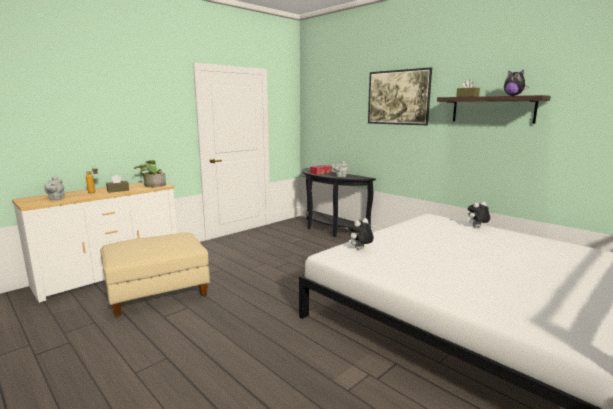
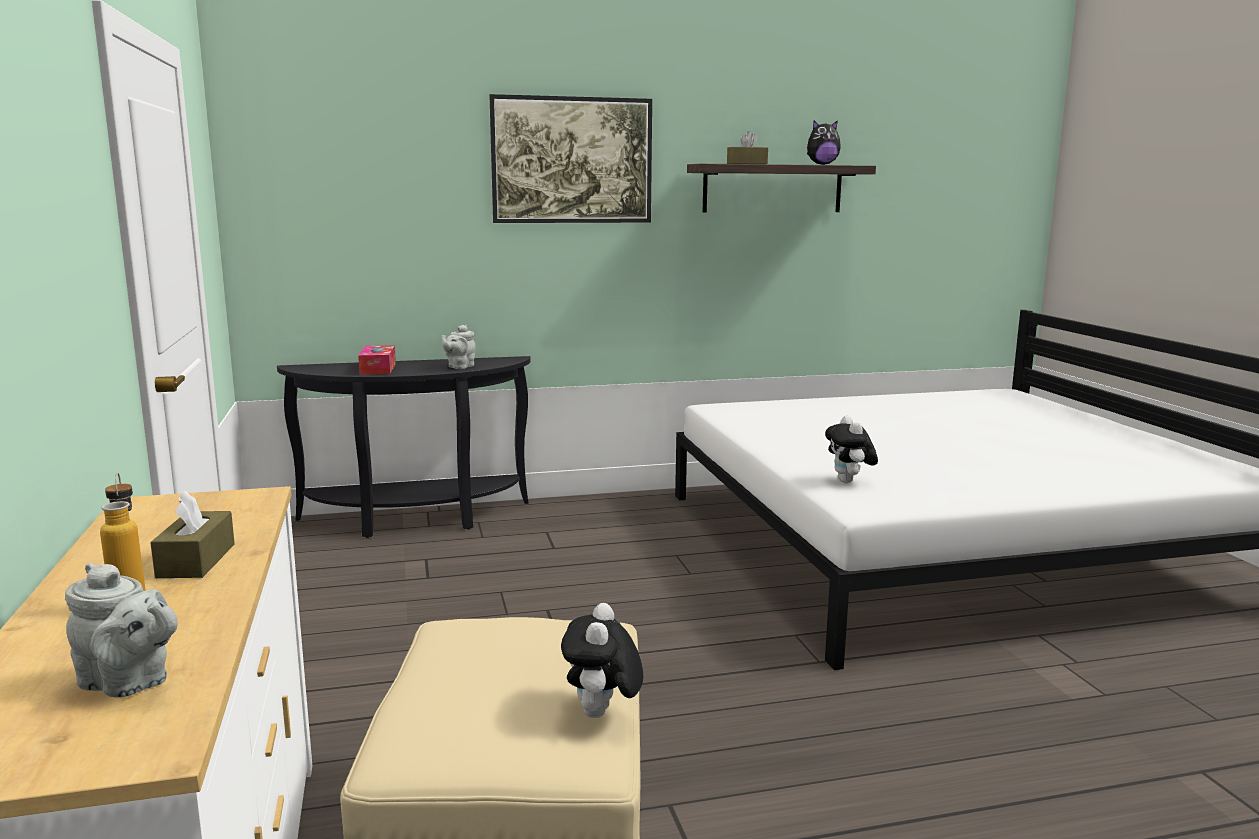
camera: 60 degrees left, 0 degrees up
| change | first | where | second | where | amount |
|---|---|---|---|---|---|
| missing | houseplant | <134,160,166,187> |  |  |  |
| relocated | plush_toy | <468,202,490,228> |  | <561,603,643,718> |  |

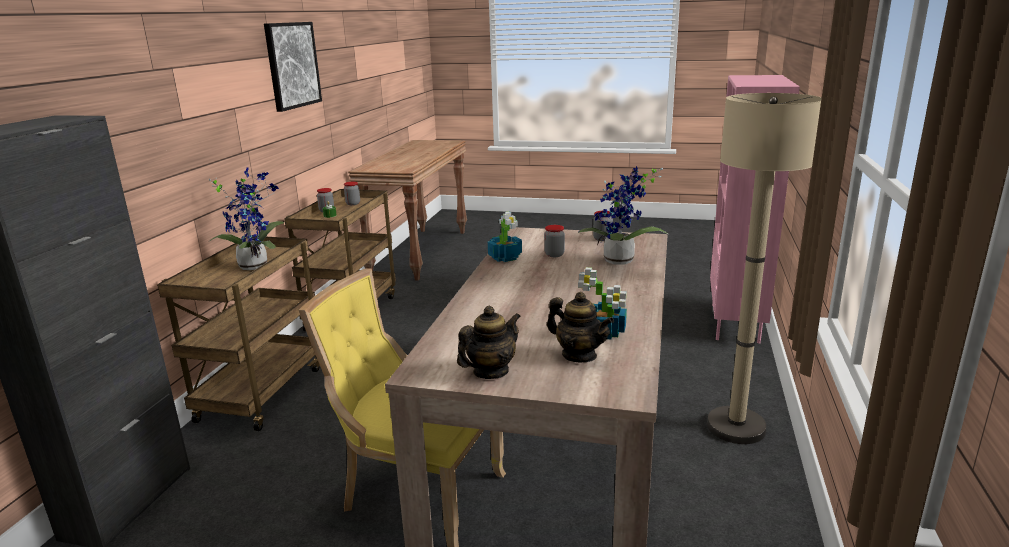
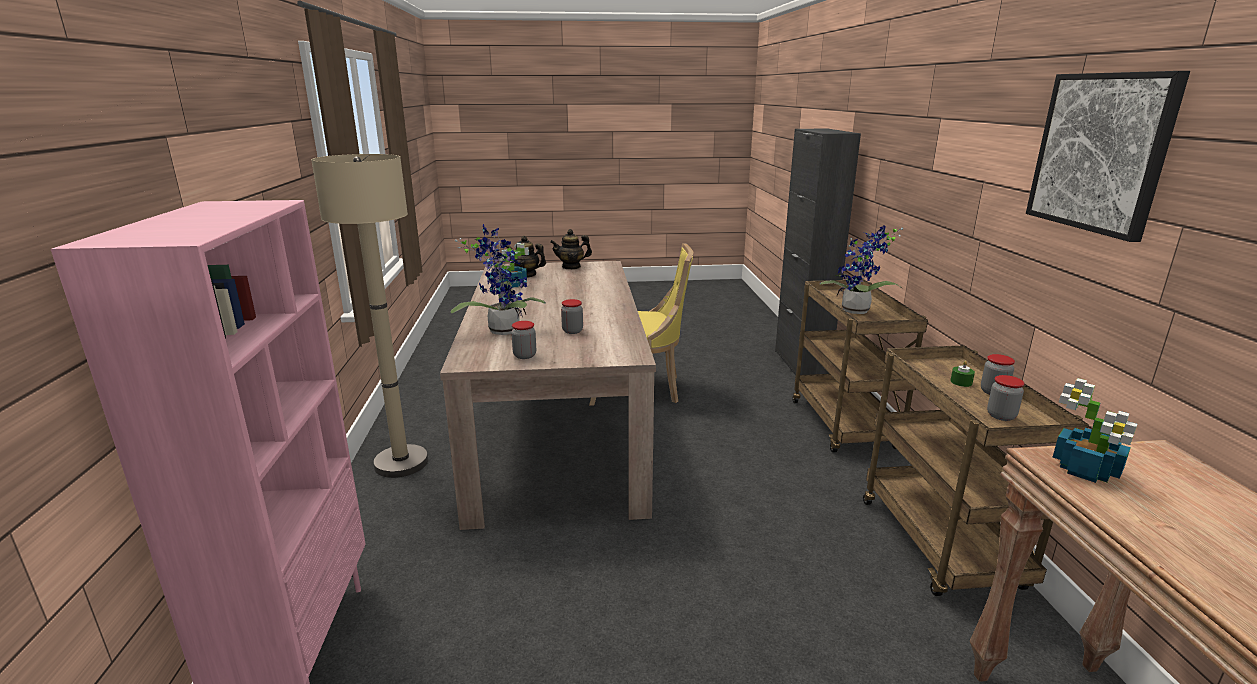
camera: 160 degrees right, 0 degrees up
| change | first | where | second | where | amount |
|---|---|---|---|---|---|
| relocated | houseplant | <488,212,522,262> |  | <1053,378,1137,483> |  |
| spun | teapot | <457,306,521,379> |  | <550,229,592,269> | 45 degrees clockwise |

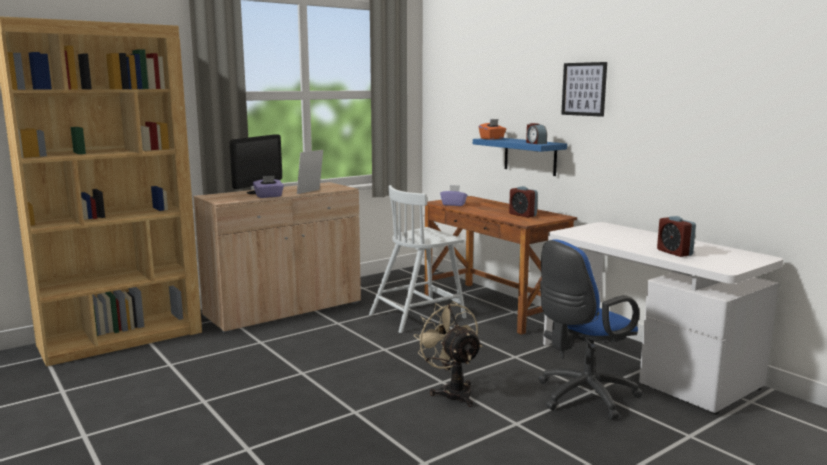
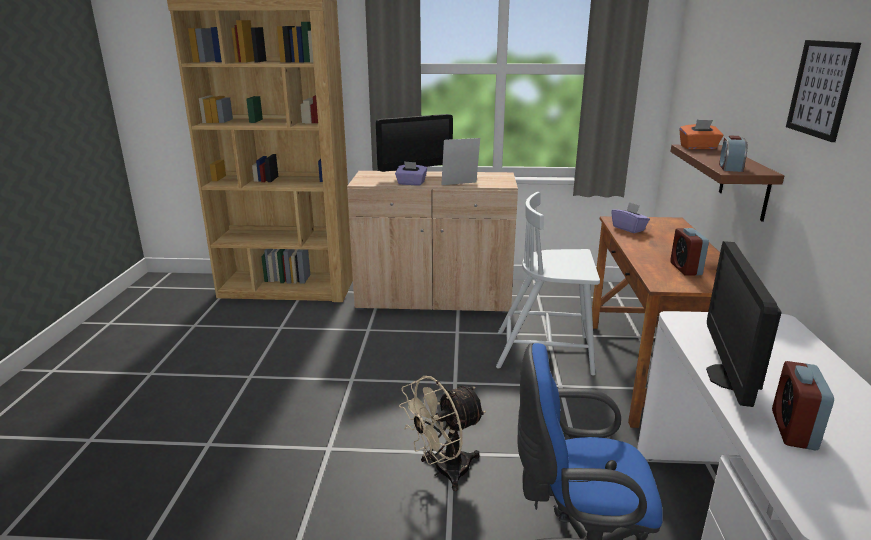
camera: 40 degrees right, 10 degrees up
| change | first | where | second | where | amount |
|---|---|---|---|---|---|
| colour | bluish_wall_shelf | <473,138,567,176> | brown_wall_shelf | <670,145,784,222> |  |
| spun | beige-coloured_cooling_fan | <414,301,482,407> |  | <399,376,486,491> | 135 degrees counterclockwise |
| appeared |  |  | computer_display | <706,241,782,407> |  |

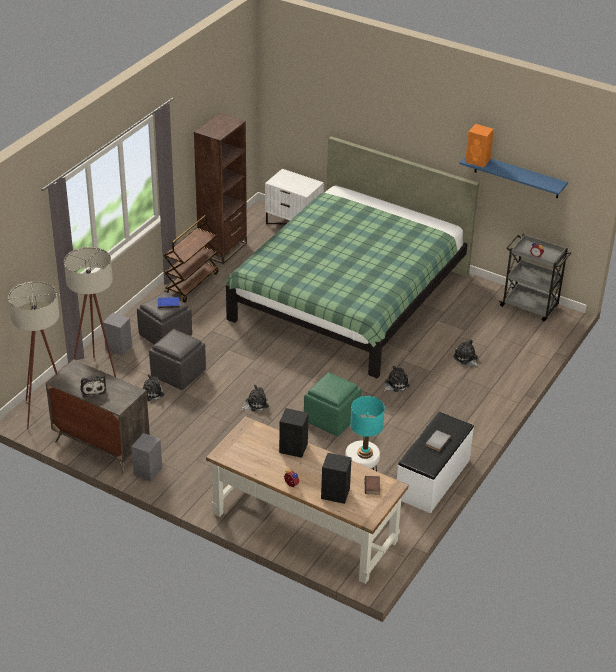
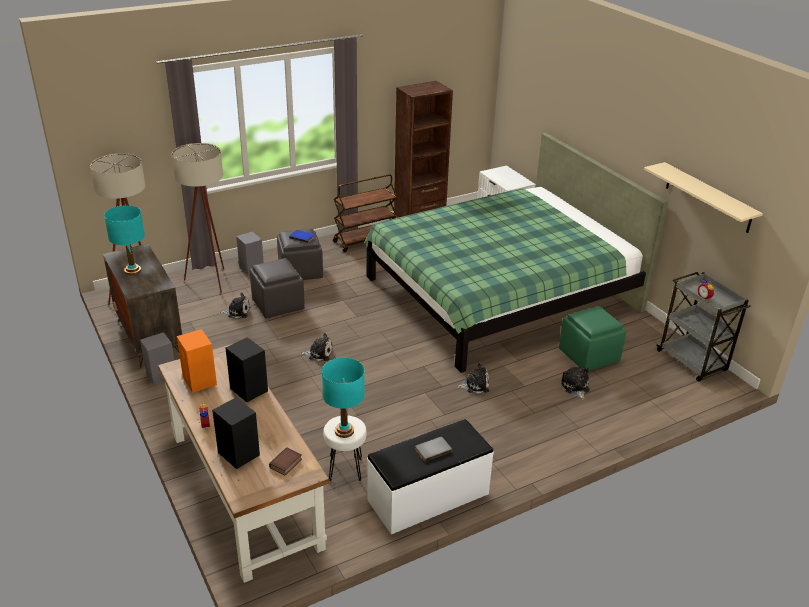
camera: 30 degrees right, 5 degrees down
| change | first | where | second | where | amount |
|---|---|---|---|---|---|
| relocated | orangey_loudspeaker | <465,124,494,168> |  | <177,329,217,393> |  |
| colour | bluish_wall_shelf | <459,156,568,198> | beige-coloured_wall_shelf | <644,162,763,233> |  |
| relocated | greenish_ottoman | <304,372,361,436> |  | <559,306,627,371> |  |
| exchanged | plush_toy | <80,376,106,397> | turquoise_tabletop_lamp | <104,205,145,275> |  |

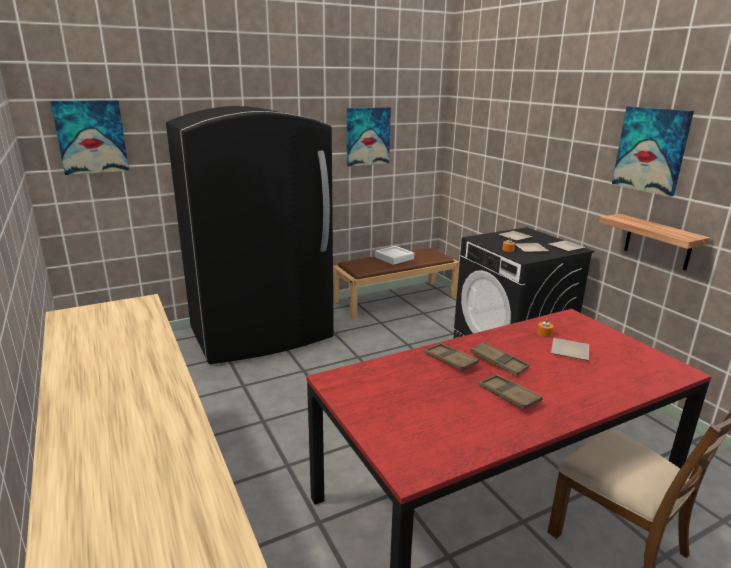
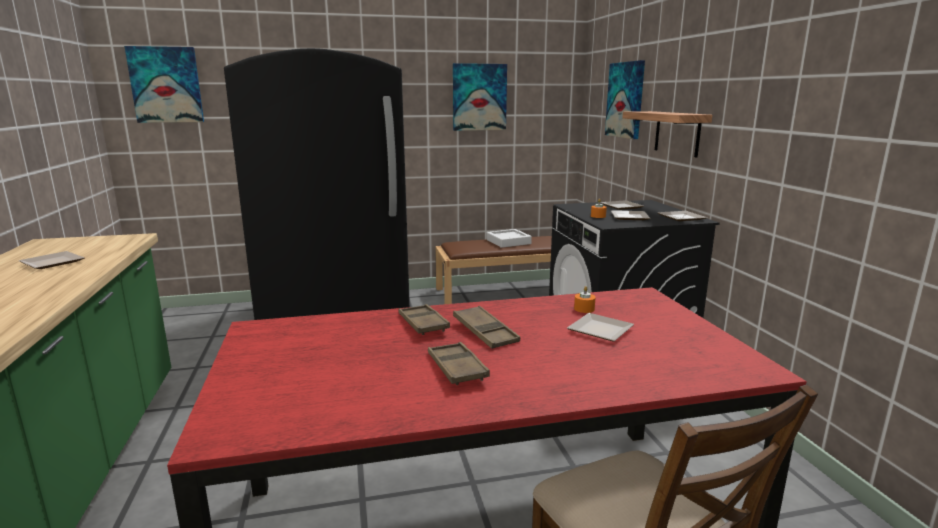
camera: 15 degrees right, 5 degrees down
| change | first | where | second | where | amount |
|---|---|---|---|---|---|
| relocated | wall_art | <612,106,694,196> |  | <605,60,645,139> |  |
| relocated | wall_shelf | <599,214,710,271> |  | <623,111,713,157> |  |
| appeared |  |  | flat_dish | <19,251,85,269> |  |

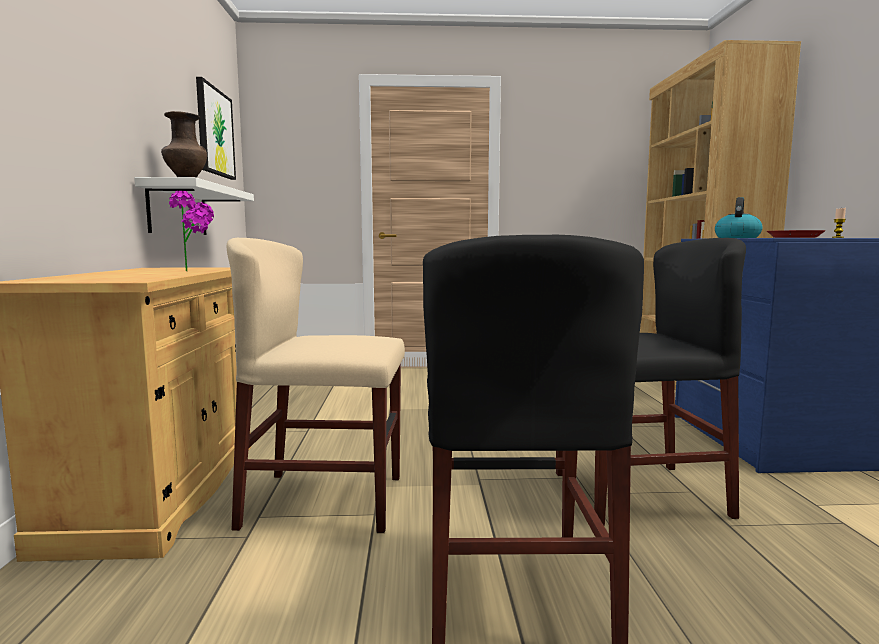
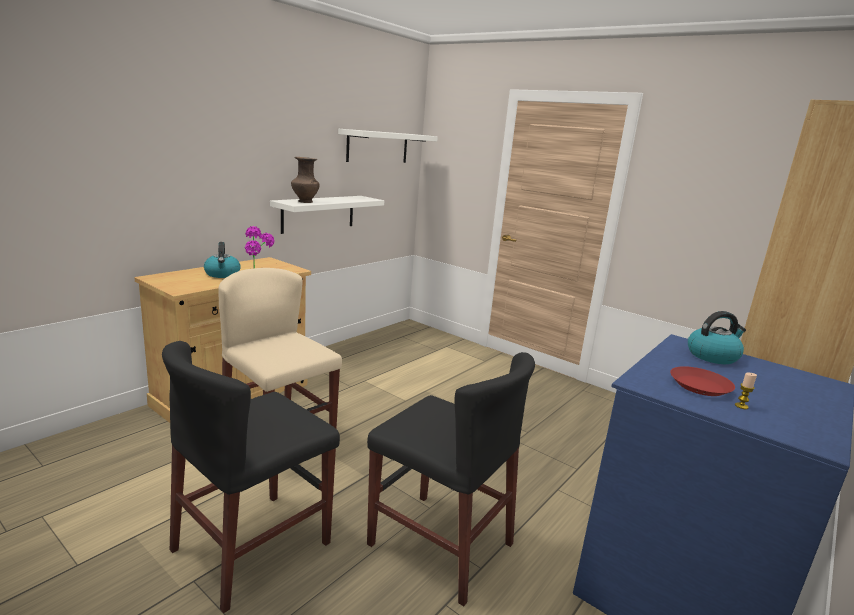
camera: 40 degrees right, 10 degrees up
| change | first | where | second | where | amount |
|---|---|---|---|---|---|
| exchanged | wall_art | <196,77,236,180> | white-coloured_wall_shelf | <338,129,438,163> |  |
| appeared |  |  | water_kettle | <204,242,241,278> |  |

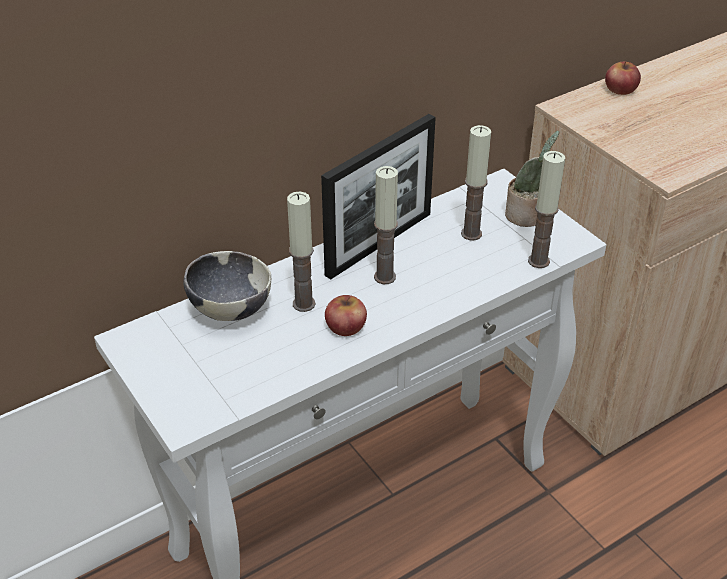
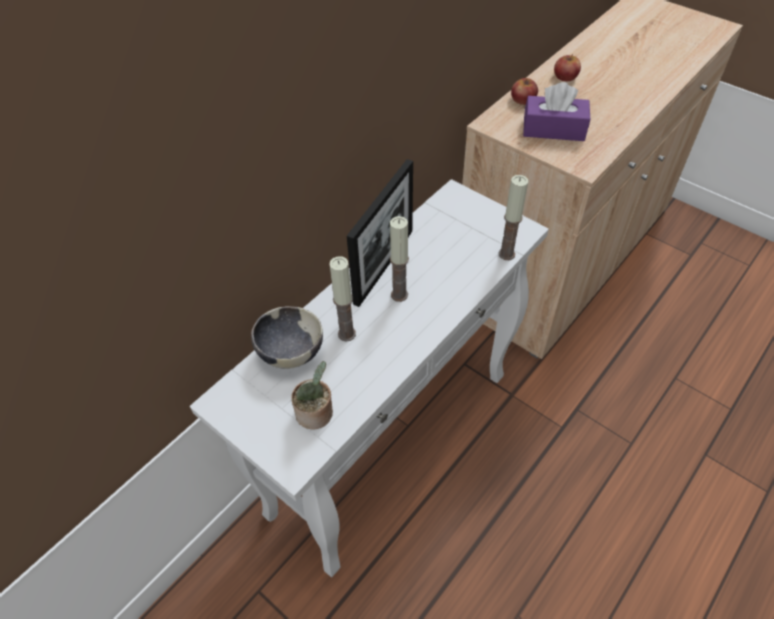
camera: 15 degrees left, 10 degrees up
| change | first | where | second | where | amount |
|---|---|---|---|---|---|
| missing | wax_candle | <461,125,491,241> |  |  |  |
| relocated | houseplant | <505,130,559,227> |  | <291,361,333,430> |  |
| relocated | apple | <325,295,367,336> |  | <554,54,581,81> |  |
| appeared |  |  | purplish_tissue_box | <523,82,590,141> |  |

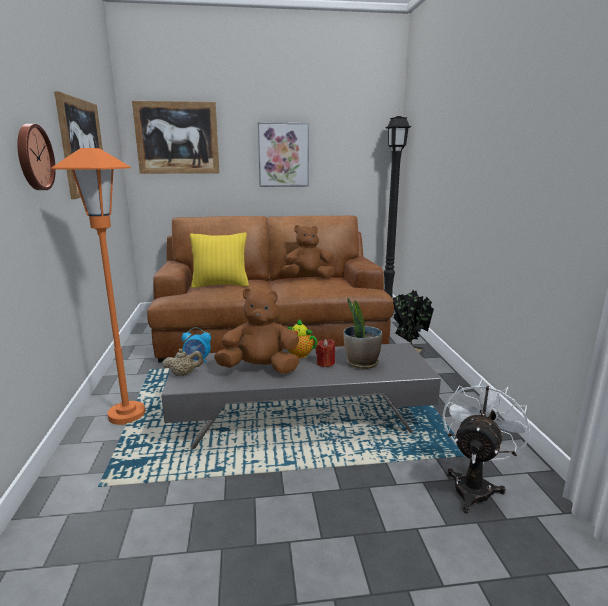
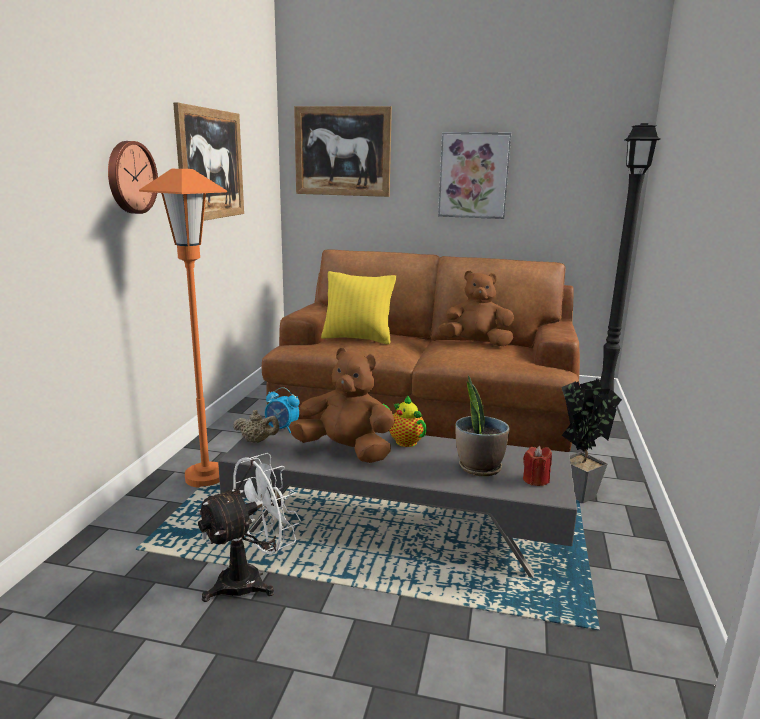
camera: 20 degrees right, 0 degrees up
| change | first | where | second | where | amount |
|---|---|---|---|---|---|
| relocated | red-coloured_wax_candle | <315,339,335,367> |  | <523,446,552,486> |  |
| relocated | white-coloured_cooling_fan | <442,379,530,513> |  | <196,453,301,602> |  |

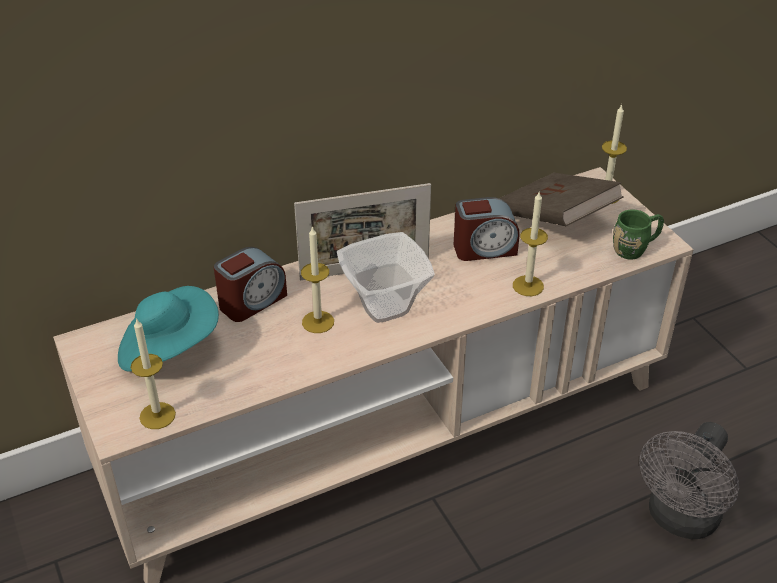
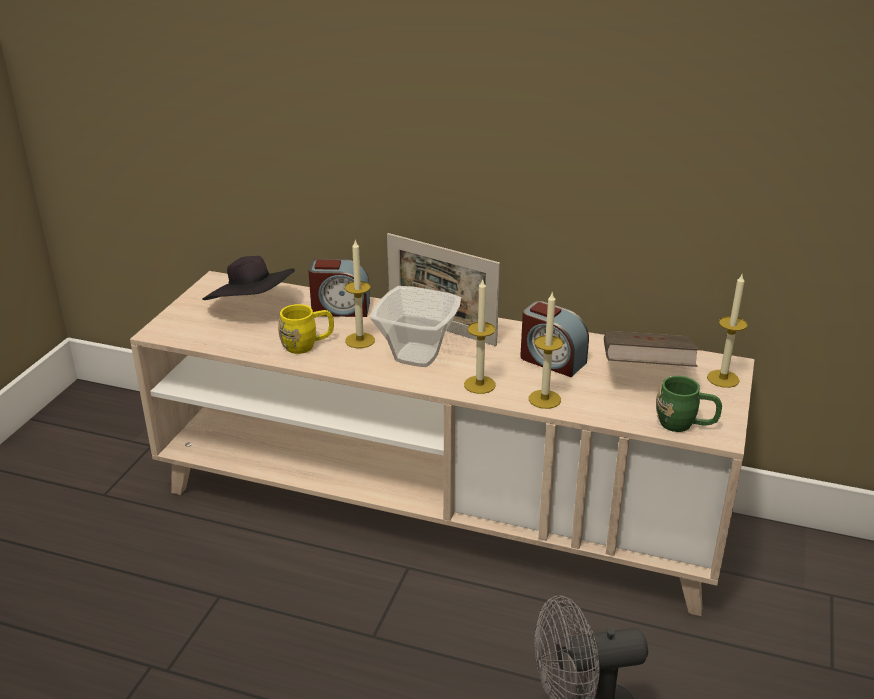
camera: 45 degrees right, 10 degrees down
| change | first | where | second | where | amount |
|---|---|---|---|---|---|
| colour | turquoise_clothing_hat | <118,286,219,371> | black_clothing_hat | <202,256,295,300> |  |
| relocated | wax_candle | <131,318,176,429> |  | <464,278,496,394> |  |
| appeared |  |  | yellow_coffee_mug | <278,304,334,354> |  |

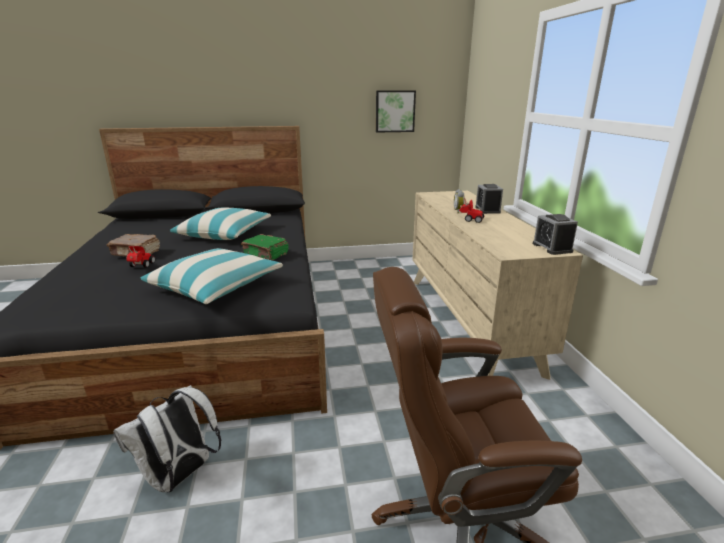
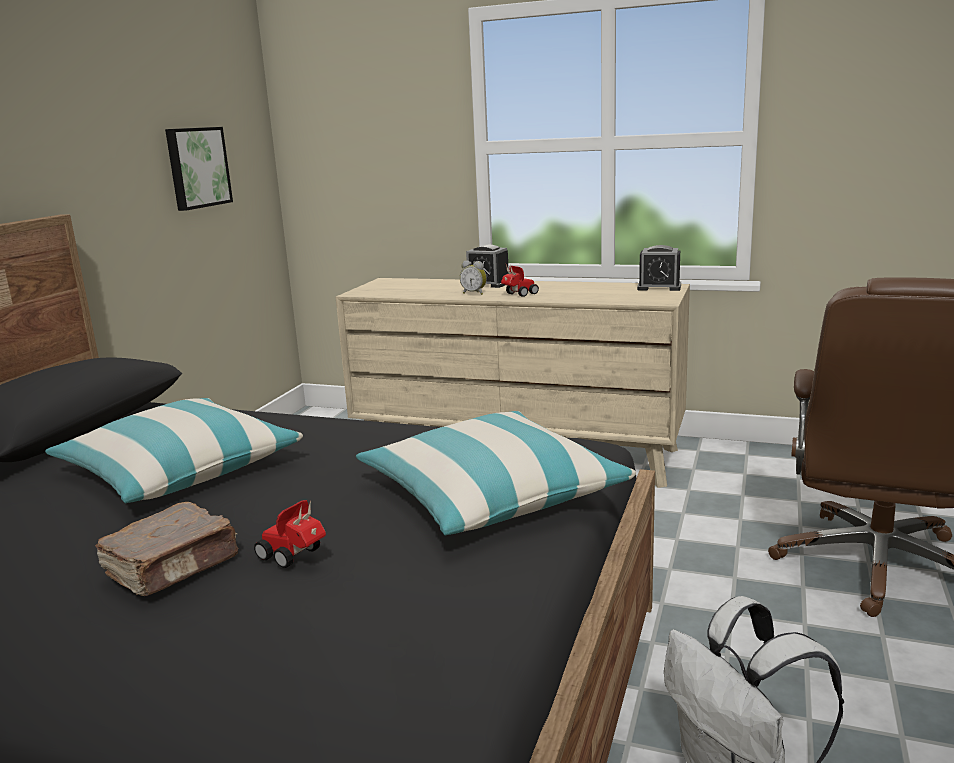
camera: 60 degrees left, 5 degrees down
| change | first | where | second | where | amount |
|---|---|---|---|---|---|
| missing | greenish_volume | <241,234,289,261> |  |  |  |

